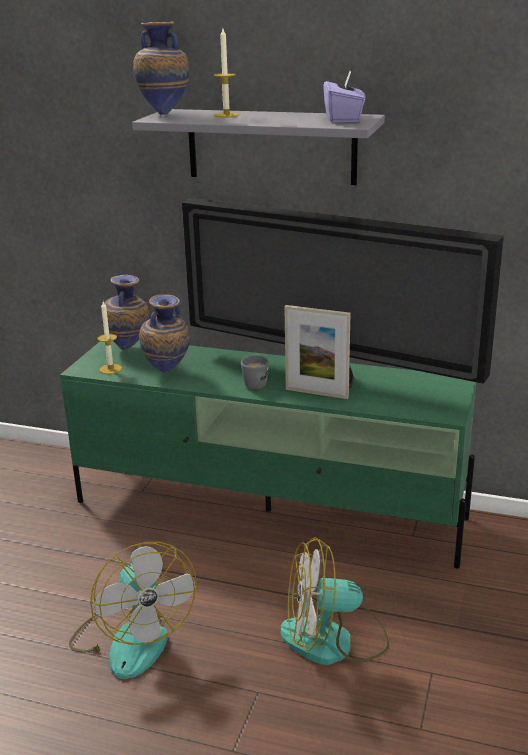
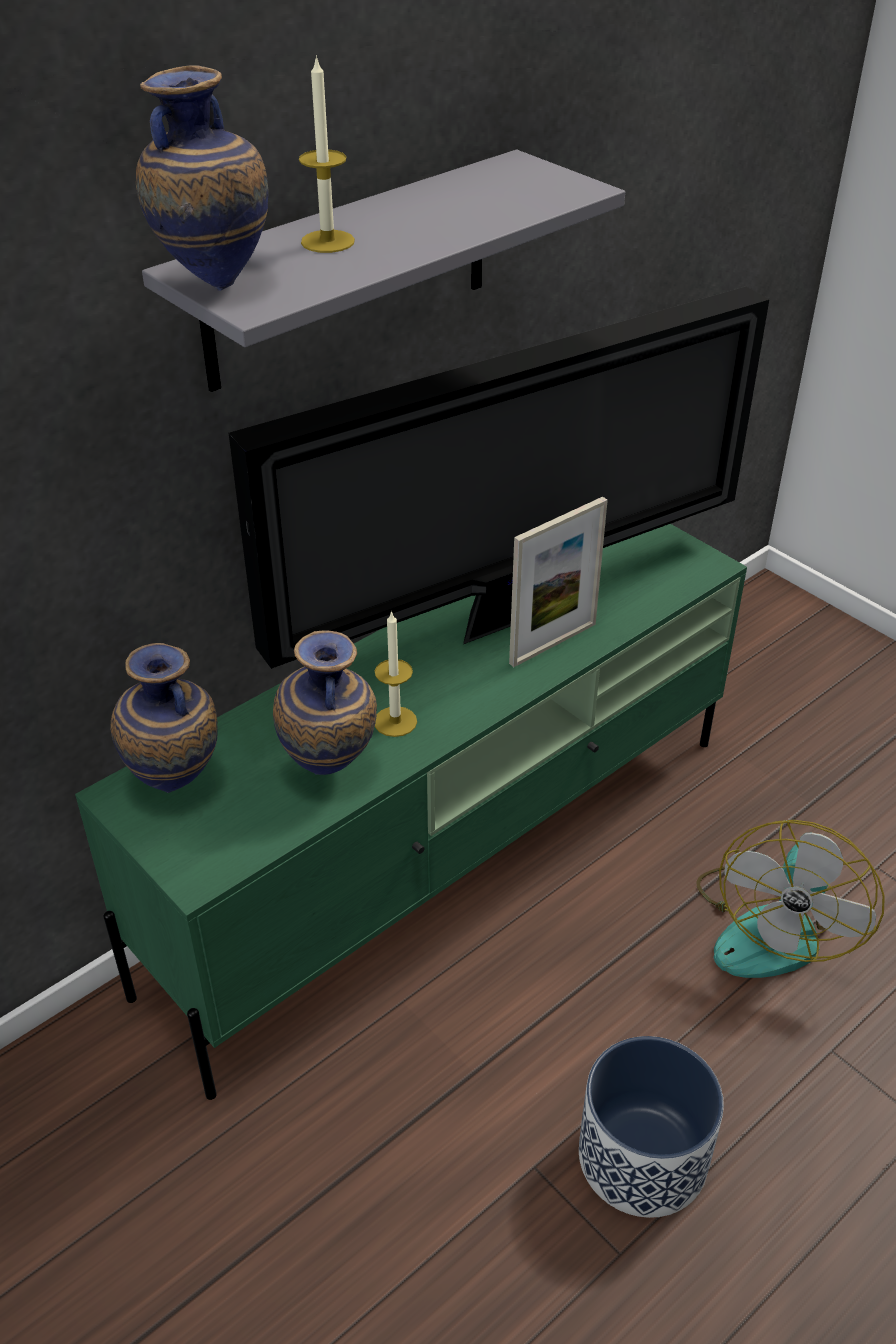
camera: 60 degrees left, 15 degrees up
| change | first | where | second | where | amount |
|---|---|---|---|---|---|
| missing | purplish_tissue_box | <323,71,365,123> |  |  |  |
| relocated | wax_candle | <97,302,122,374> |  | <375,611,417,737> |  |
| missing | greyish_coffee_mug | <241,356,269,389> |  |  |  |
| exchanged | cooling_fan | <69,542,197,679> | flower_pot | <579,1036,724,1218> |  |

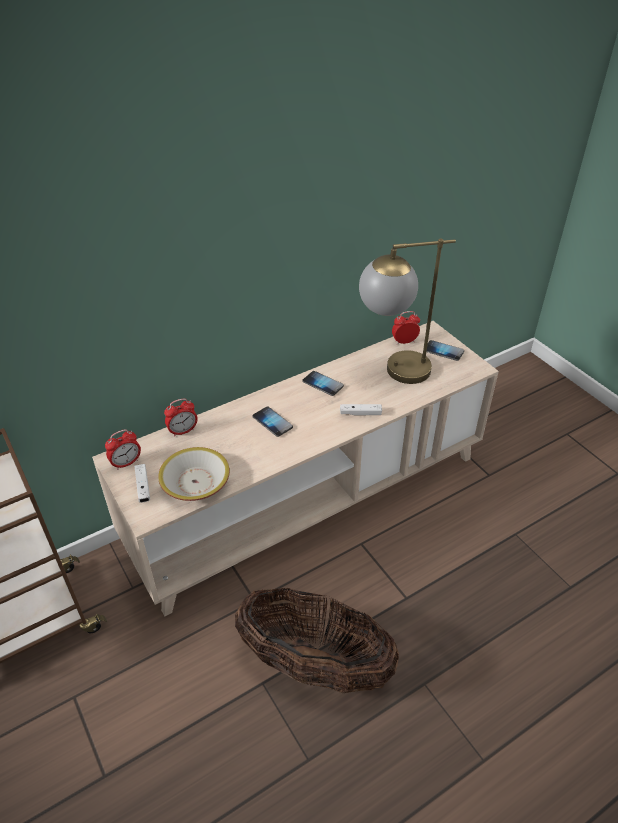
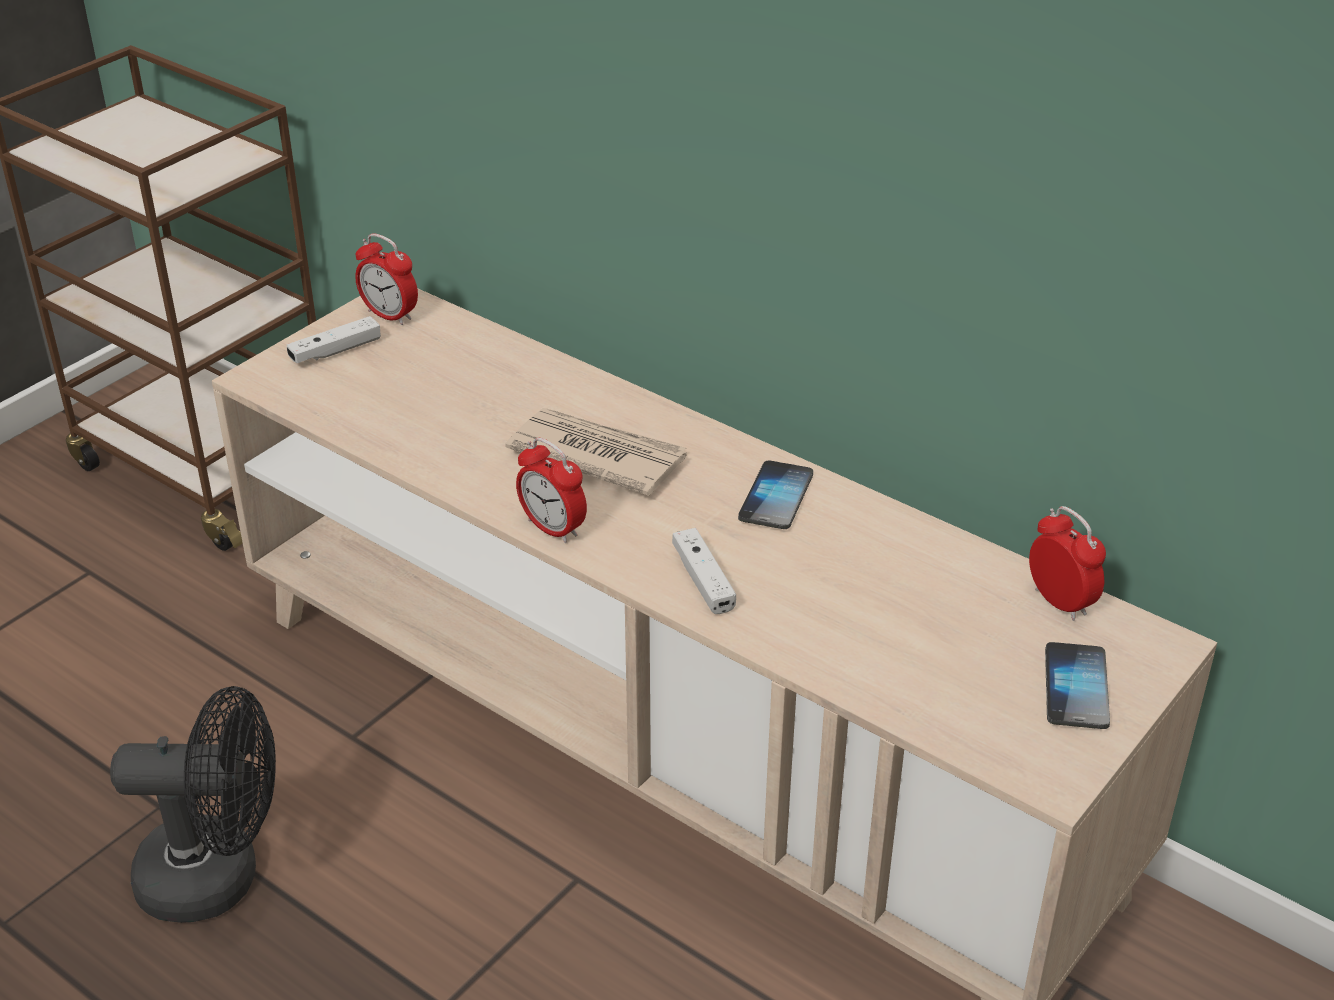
camera: 70 degrees right, 5 degrees down
| change | first | where | second | where | amount |
|---|---|---|---|---|---|
| missing | tabletop_lamp | <359,239,456,384> |  |  |  |
| relocated | table_clock | <164,398,198,437> |  | <516,437,587,543> |  |
| exchanged | handset | <253,407,293,437> | printed_paper | <506,408,687,496> |  |
| missing | serving_bowl | <158,447,230,501> |  |  |  |
| exchanged | basket | <235,587,399,693> | black_cooling_fan | <110,686,276,923> |  |

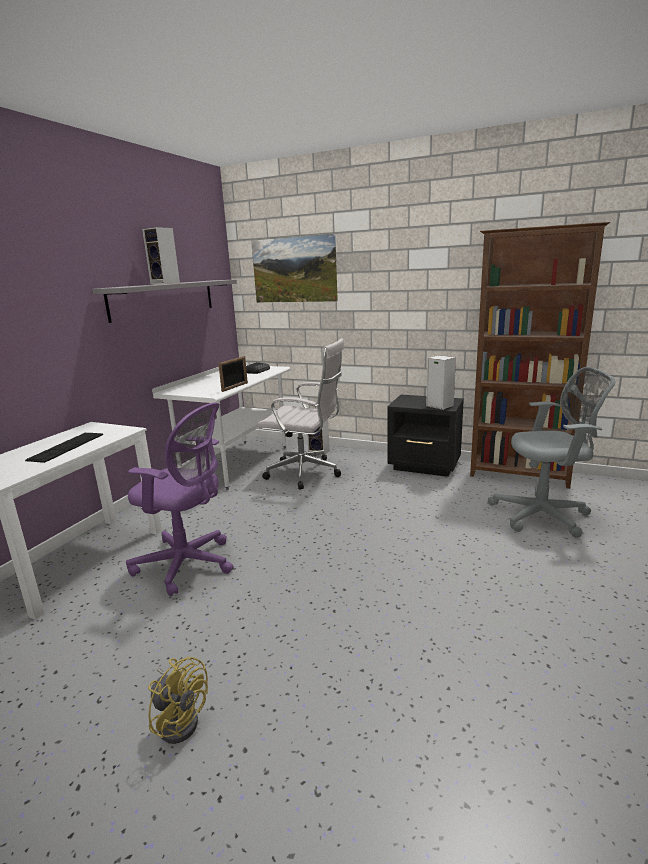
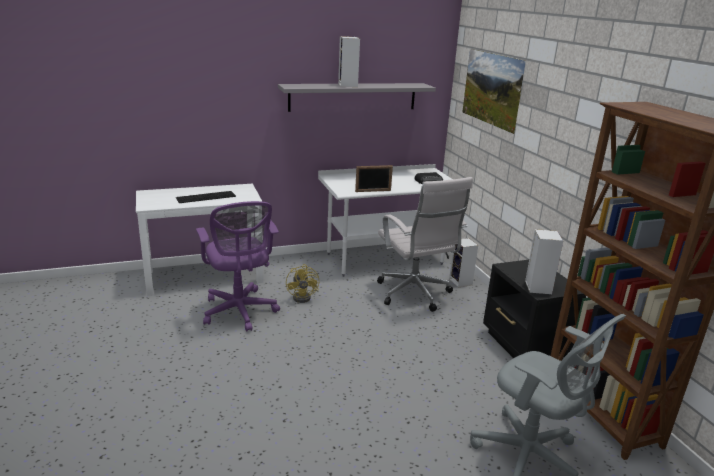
camera: 45 degrees right, 5 degrees up
| change | first | where | second | where | amount |
|---|---|---|---|---|---|
| relocated | yellow_cooling_fan | <148,657,208,744> |  | <286,264,319,303> |  |

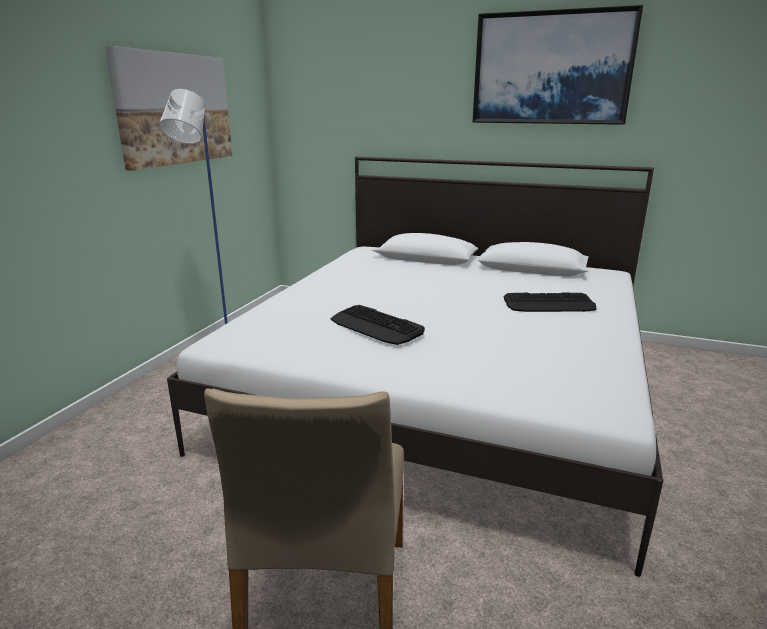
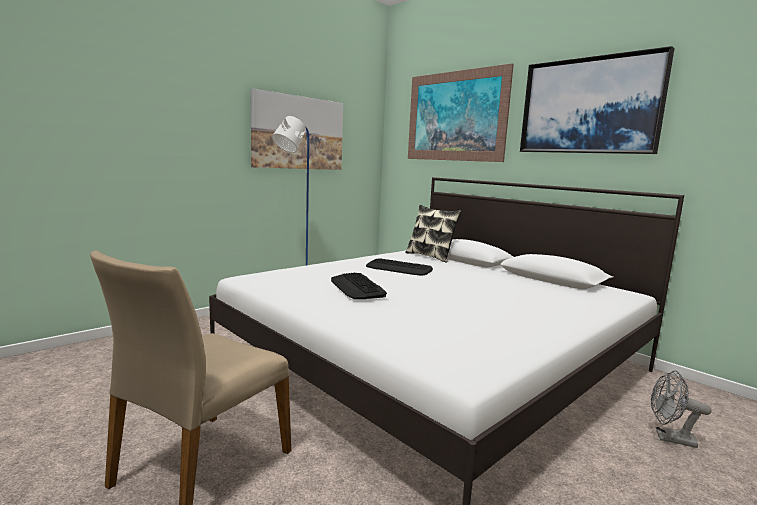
camera: 25 degrees right, 10 degrees down
| change | first | where | second | where | amount |
|---|---|---|---|---|---|
| relocated | computer_keyboard | <503,292,597,312> |  | <366,258,433,276> |  |
| appeared |  |  | wall_art | <408,63,514,162> |  |
| appeared |  |  | pillow | <405,205,462,263> |  |
| appeared |  |  | greyish_cooling_fan | <651,371,711,448> |  |

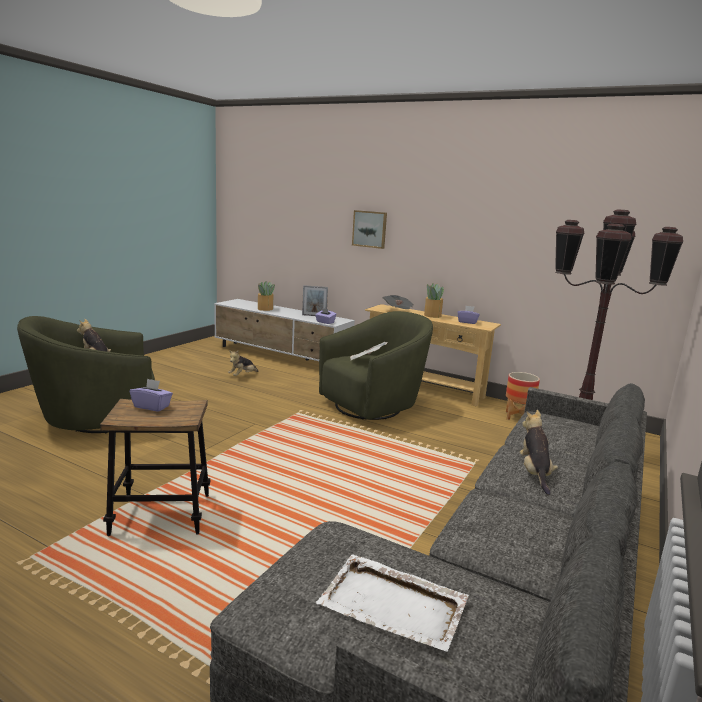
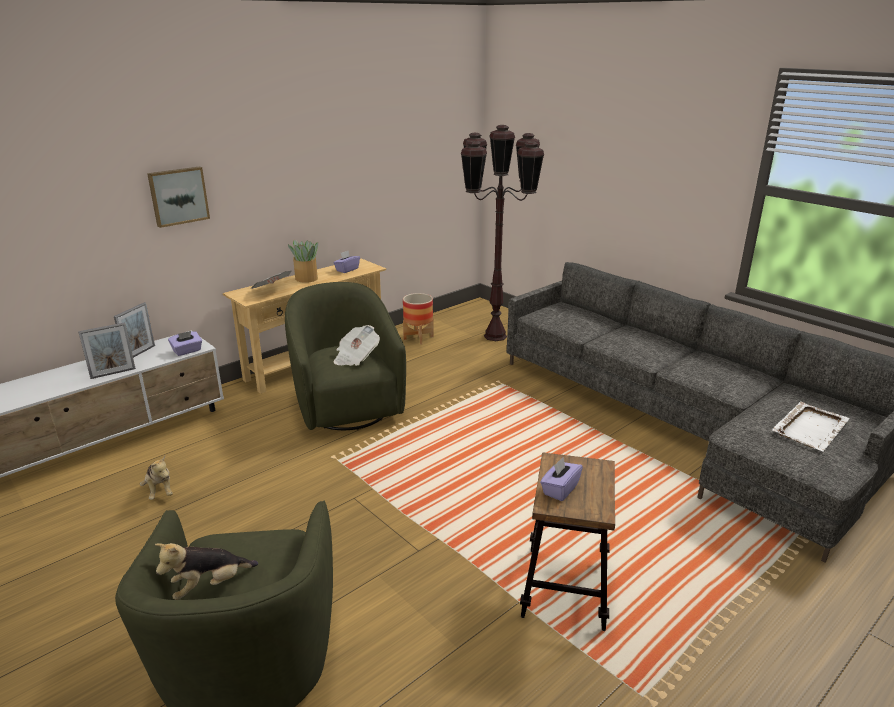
camera: 70 degrees left, 10 degrees up
| change | first | where | second | where | amount |
|---|---|---|---|---|---|
| missing | houseplant | <258,281,275,311> |  |  |  |
| missing | plush_toy | <520,410,558,495> |  |  |  |
| appeared |  |  | standing_frame | <78,322,136,379> |  |

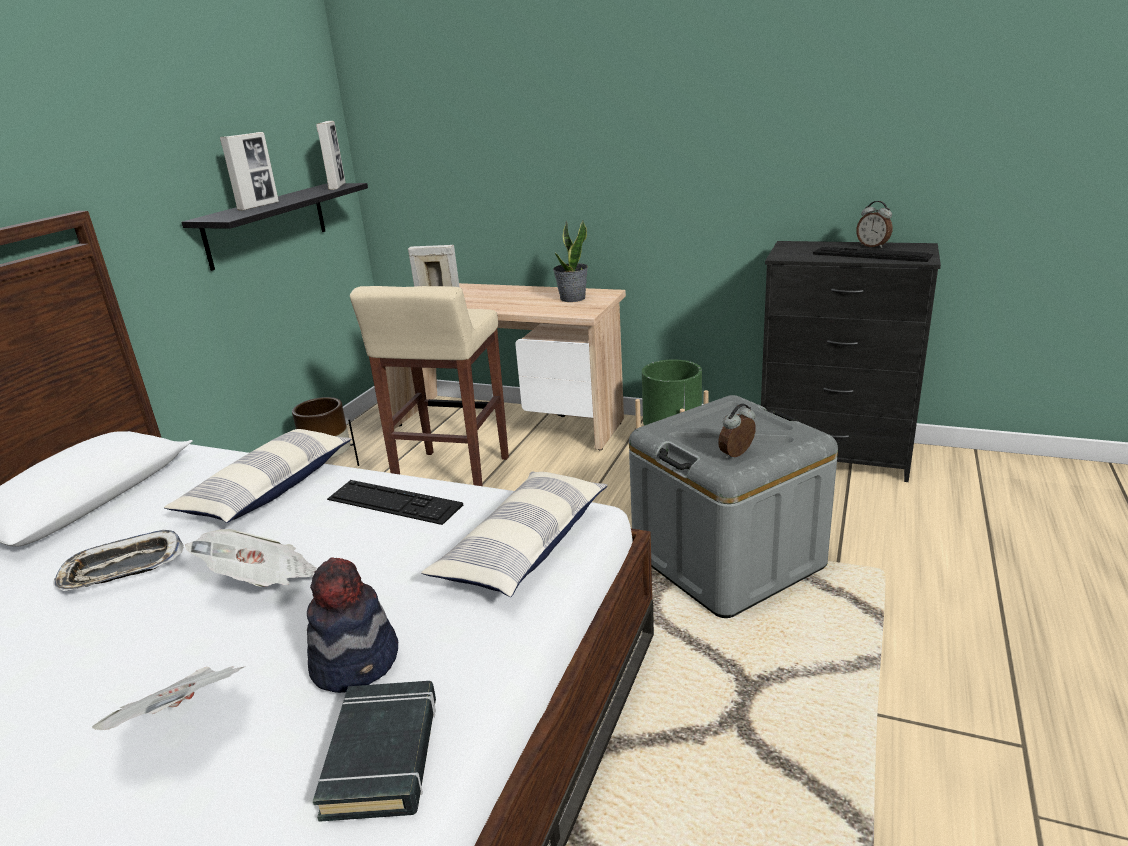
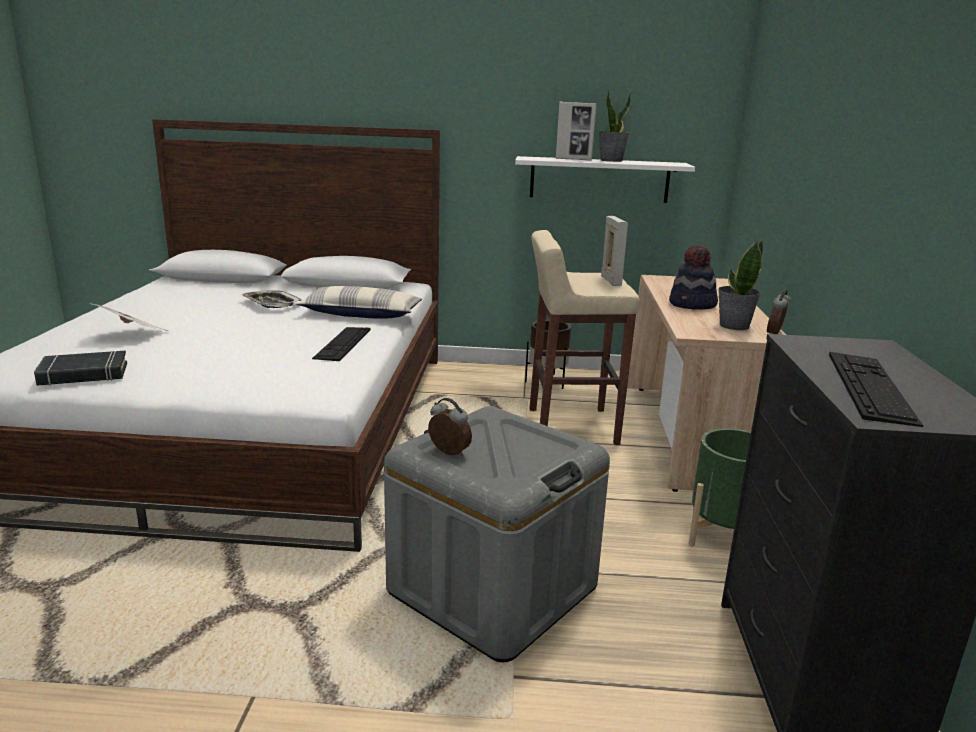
camera: 70 degrees right, 5 degrees down
| change | first | where | second | where | amount |
|---|---|---|---|---|---|
| missing | standing_frame | <316,121,346,190> |  |  |  |
| colour | black_wall_shelf | <181,183,368,271> | white-coloured_wall_shelf | <515,156,695,203> |  |
| relocated | table_clock | <856,201,892,248> |  | <767,290,791,334> |  |
| missing | pillow | <421,472,608,597> |  |  |  |
| missing | printed_paper | <185,529,318,587> |  |  |  |
| relocated | clothing_hat | <307,557,398,693> |  | <669,245,718,310> |  |
| appeared |  |  | houseplant | <598,89,631,162> |  |

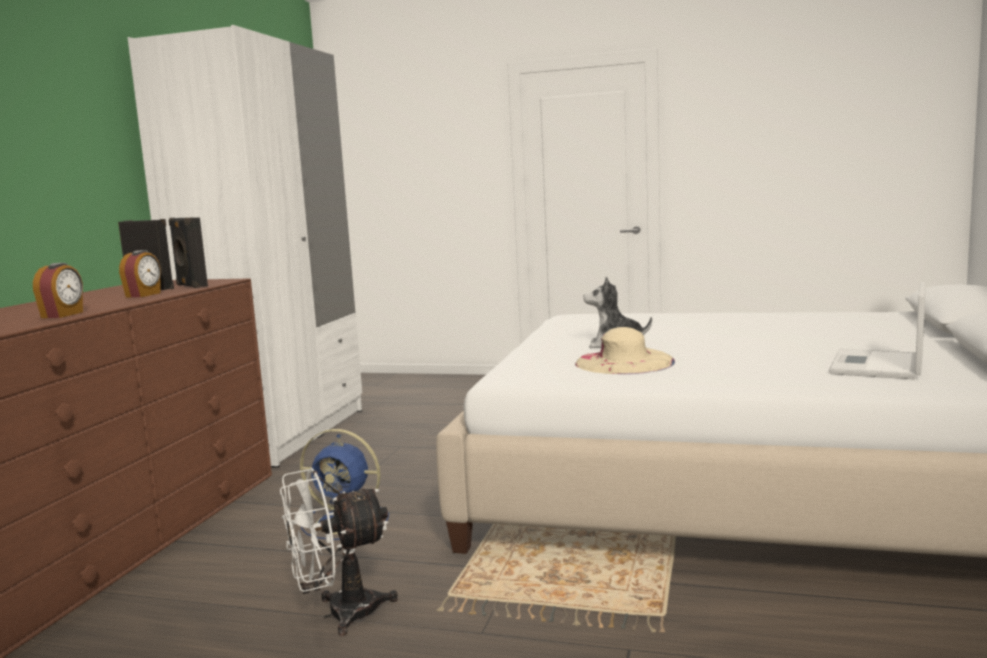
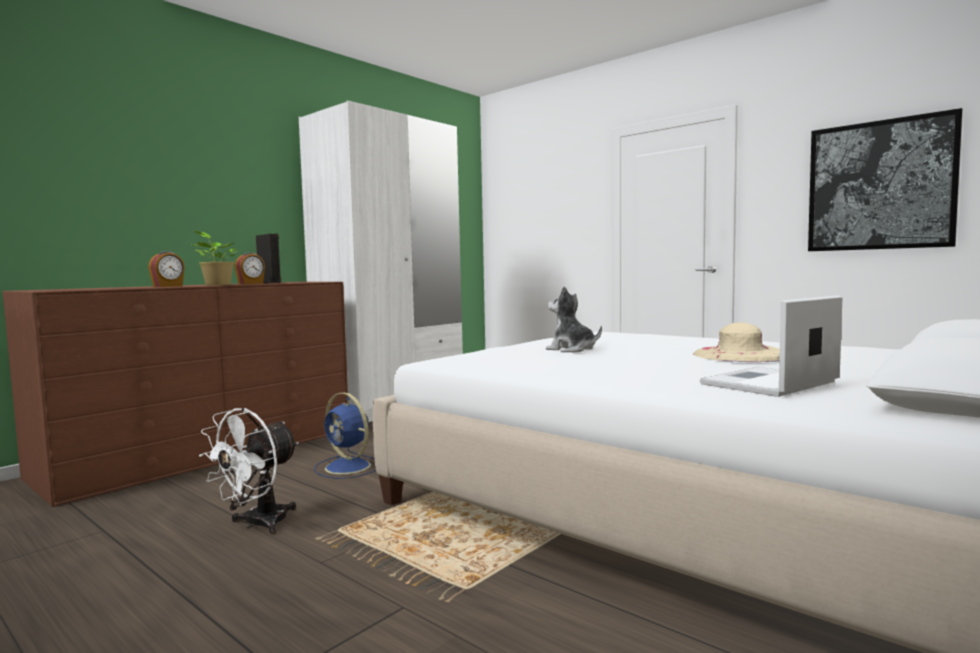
camera: 25 degrees right, 5 degrees down
| change | first | where | second | where | amount |
|---|---|---|---|---|---|
| missing | black_loudspeaker | <169,217,208,288> |  |  |  |
| relocated | beige-coloured_clothing_hat | <575,327,675,374> |  | <693,322,780,362> |  |
| spun | white-coloured_cooling_fan | <280,468,398,636> |  | <199,408,299,534> | 60 degrees counterclockwise |
| appeared |  |  | wall_art | <808,108,963,251> |  |
| appeared |  |  | houseplant | <192,230,238,285> |  |

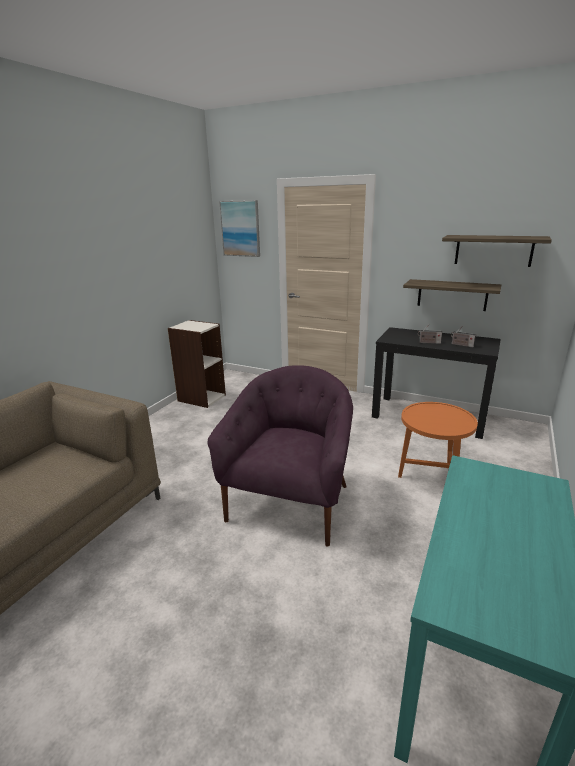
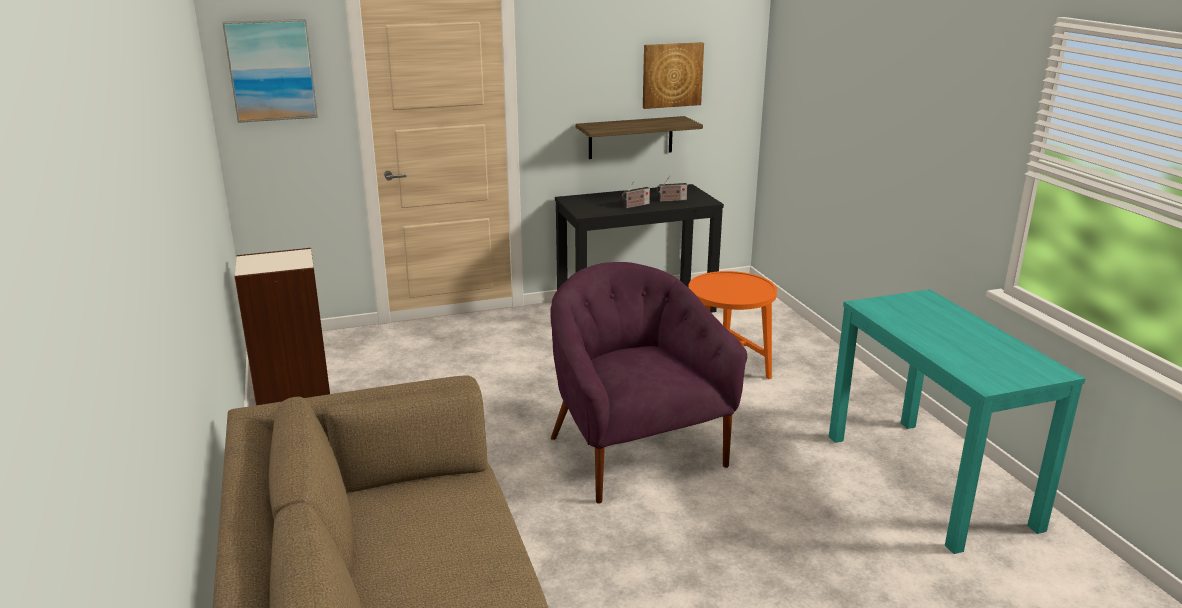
camera: 45 degrees left, 0 degrees up
| change | first | where | second | where | amount |
|---|---|---|---|---|---|
| exchanged | wall_shelf | <442,235,552,267> | wall_art | <643,42,704,109> |  |

